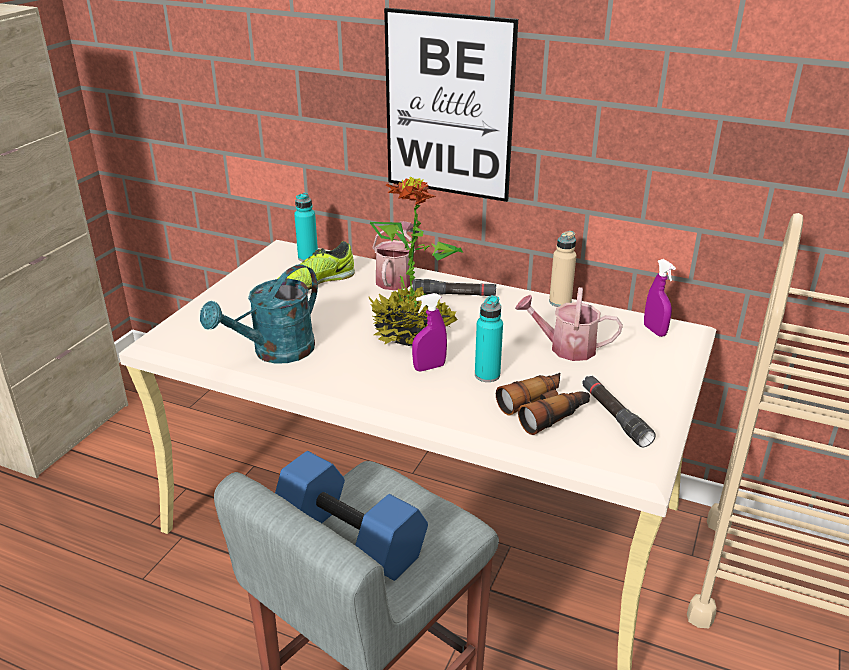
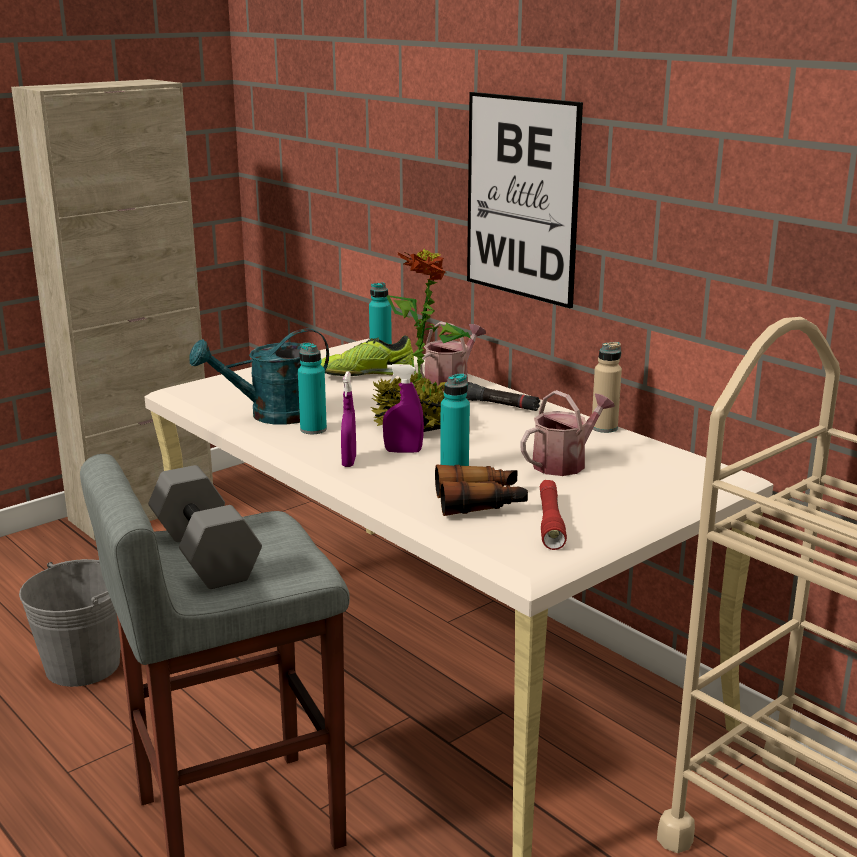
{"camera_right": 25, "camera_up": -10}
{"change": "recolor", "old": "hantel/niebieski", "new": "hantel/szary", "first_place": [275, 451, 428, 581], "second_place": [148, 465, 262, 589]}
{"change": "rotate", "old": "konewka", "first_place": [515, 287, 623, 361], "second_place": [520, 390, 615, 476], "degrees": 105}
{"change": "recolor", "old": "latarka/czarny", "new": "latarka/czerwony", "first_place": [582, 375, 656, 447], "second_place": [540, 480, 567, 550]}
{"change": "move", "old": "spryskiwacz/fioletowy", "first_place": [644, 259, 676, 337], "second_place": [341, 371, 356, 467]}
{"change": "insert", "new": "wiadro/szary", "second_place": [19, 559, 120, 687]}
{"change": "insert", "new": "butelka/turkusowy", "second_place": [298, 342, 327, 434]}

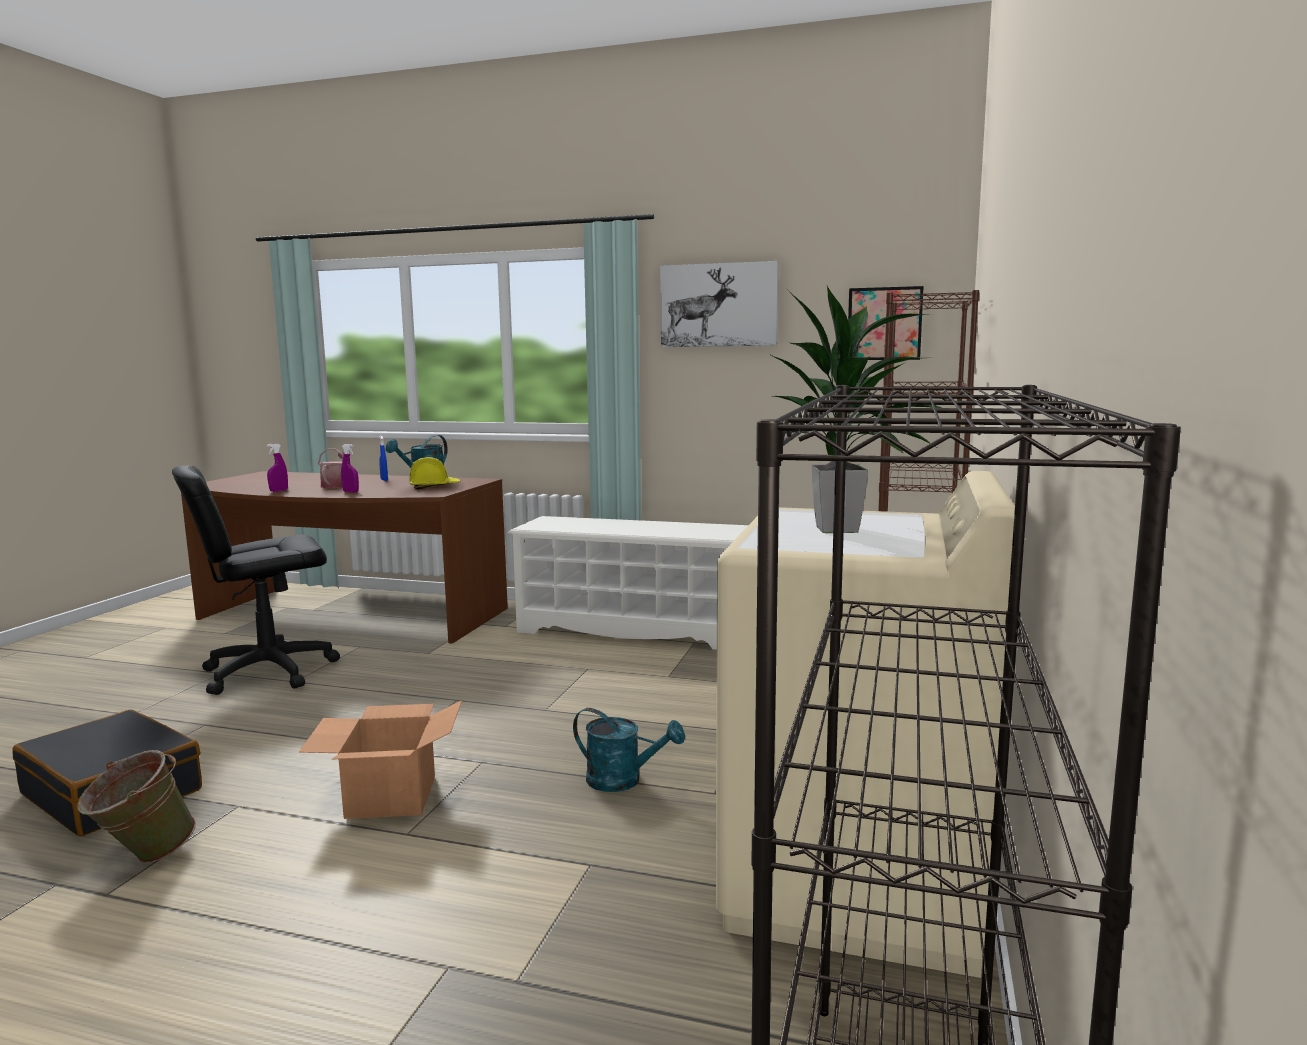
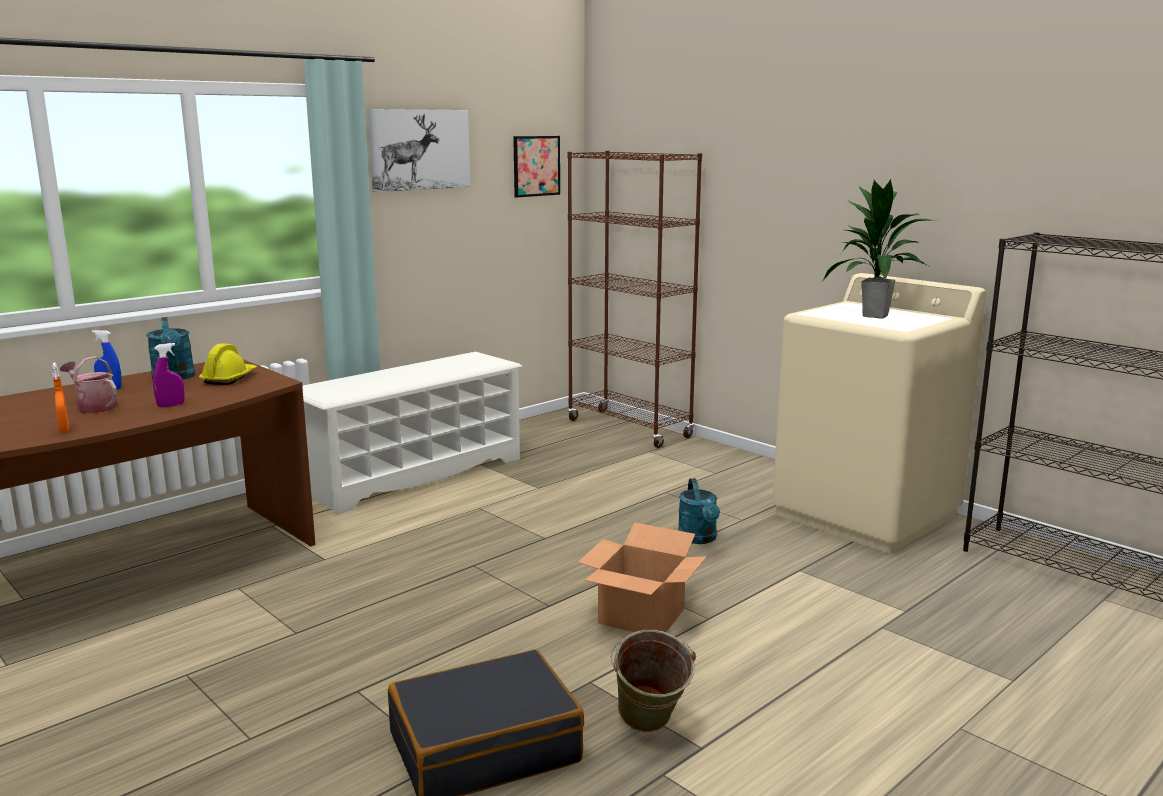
{"camera_right": -60, "camera_up": 5}
{"change": "delete", "old": "krzesło biurowe/czarny", "first_place": [172, 466, 340, 695]}
{"change": "recolor", "old": "spryskiwacz/fioletowy", "new": "spryskiwacz/pomarańczowy", "first_place": [267, 443, 288, 492], "second_place": [52, 363, 69, 433]}
{"change": "rotate", "old": "konewka/turkusowy", "first_place": [573, 708, 685, 792], "second_place": [678, 478, 720, 544], "degrees": 120}

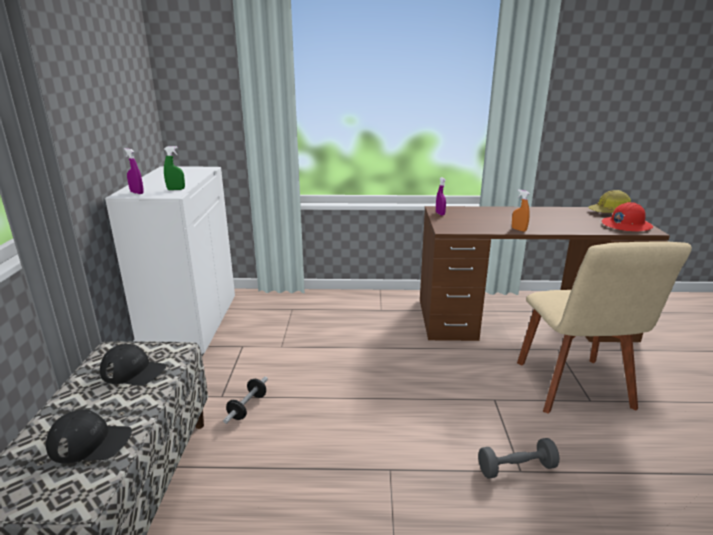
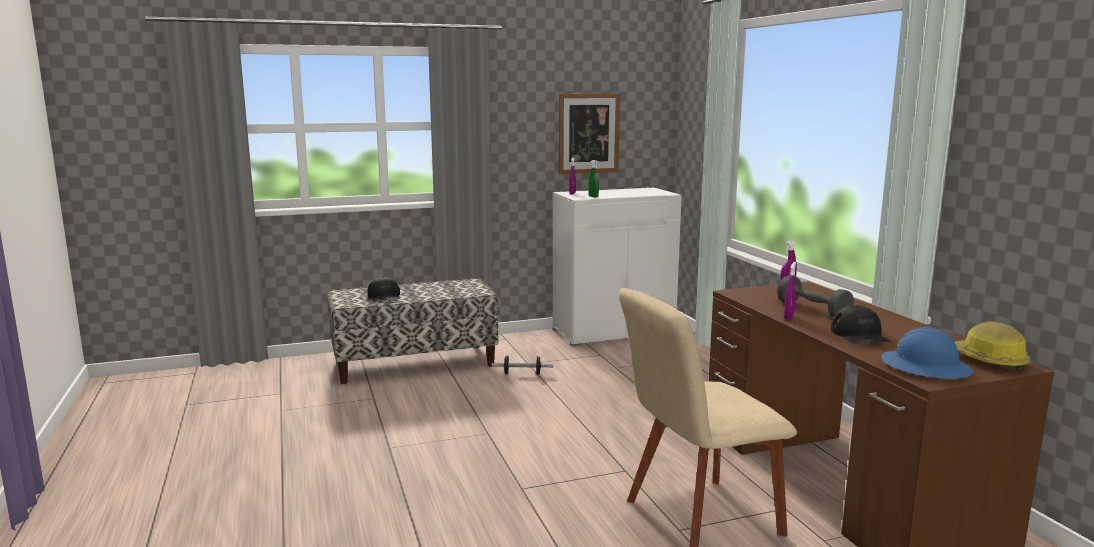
{"camera_right": 70, "camera_up": -10}
{"change": "move", "old": "czapka z daszkiem/czarny", "first_place": [100, 344, 166, 386], "second_place": [830, 305, 891, 344]}
{"change": "move", "old": "hantel/szary", "first_place": [478, 438, 559, 479], "second_place": [777, 276, 854, 319]}
{"change": "recolor", "old": "spryskiwacz/pomarańczowy", "new": "spryskiwacz/fioletowy", "first_place": [512, 189, 530, 232], "second_place": [784, 262, 796, 319]}
{"change": "recolor", "old": "kask/czerwony", "new": "kask/niebieski", "first_place": [602, 202, 653, 231], "second_place": [881, 327, 973, 379]}
{"change": "insert", "new": "obraz", "second_place": [559, 93, 620, 174]}

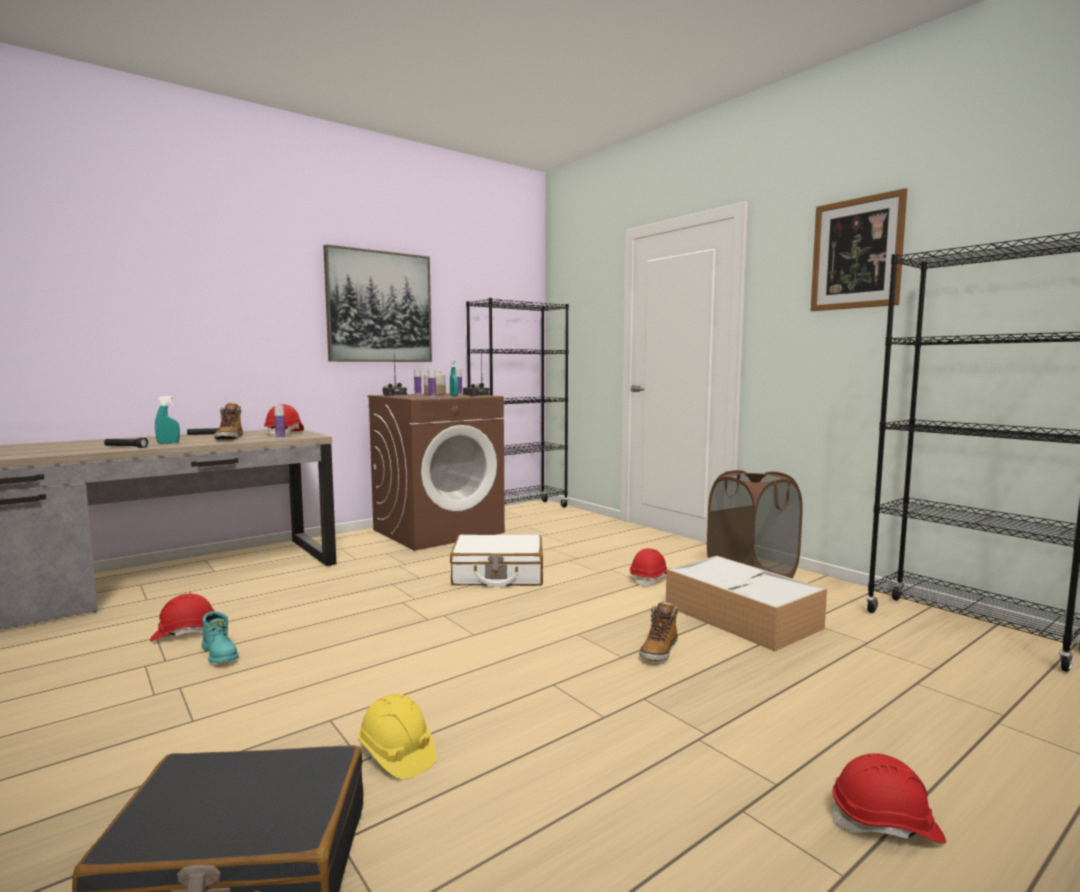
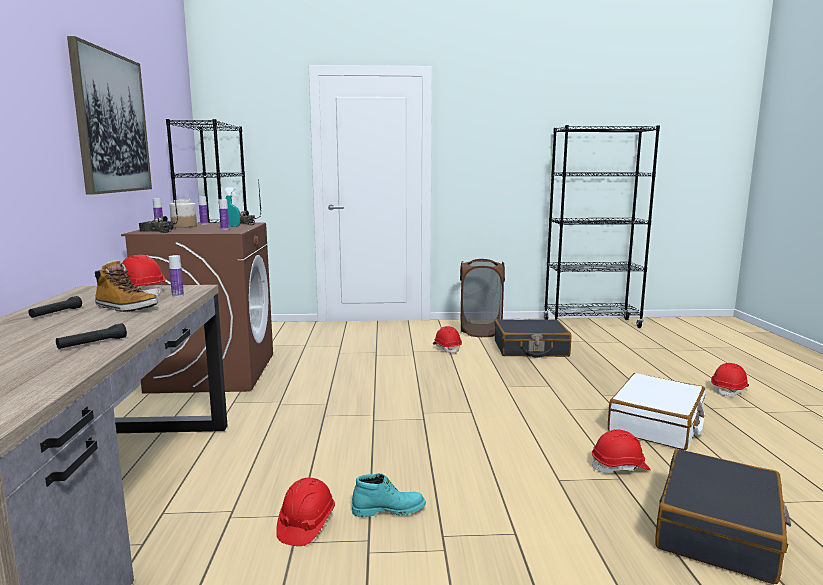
{"camera_right": -55, "camera_up": 5}
{"change": "delete", "old": "spryskiwacz/turkusowy", "first_place": [155, 396, 180, 444]}
{"change": "recolor", "old": "kask/żółty", "new": "kask/czerwony", "first_place": [358, 694, 436, 779], "second_place": [592, 429, 651, 473]}
{"change": "move", "old": "walizka/biały", "first_place": [450, 535, 543, 587], "second_place": [608, 373, 705, 450]}
{"change": "delete", "old": "but z cholewką", "first_place": [639, 601, 678, 661]}
{"change": "replace", "old": "pojemnik do przechowywania", "new": "walizka/czarny", "first_place": [666, 556, 827, 651], "second_place": [495, 319, 572, 358]}
{"change": "delete", "old": "obraz", "first_place": [810, 188, 907, 311]}

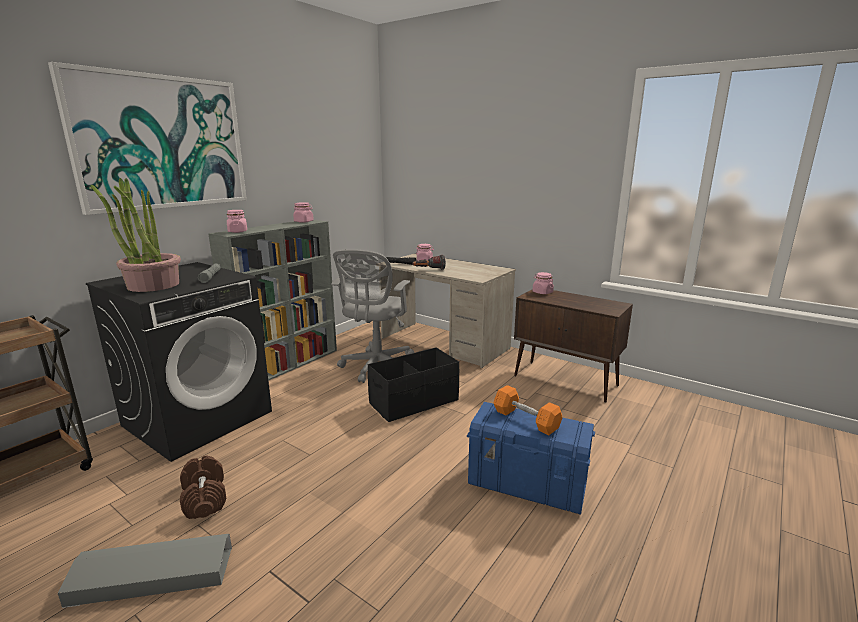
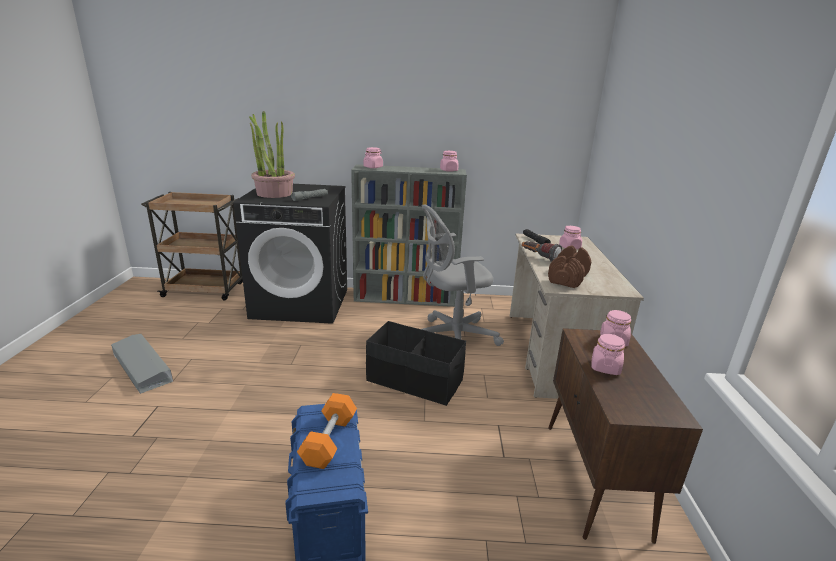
{"camera_right": 55, "camera_up": 5}
{"change": "delete", "old": "obraz", "first_place": [48, 62, 247, 215]}
{"change": "move", "old": "hantel/brązowy", "first_place": [180, 455, 226, 519], "second_place": [548, 245, 591, 288]}
{"change": "insert", "new": "słoik/różowy", "second_place": [592, 334, 625, 375]}

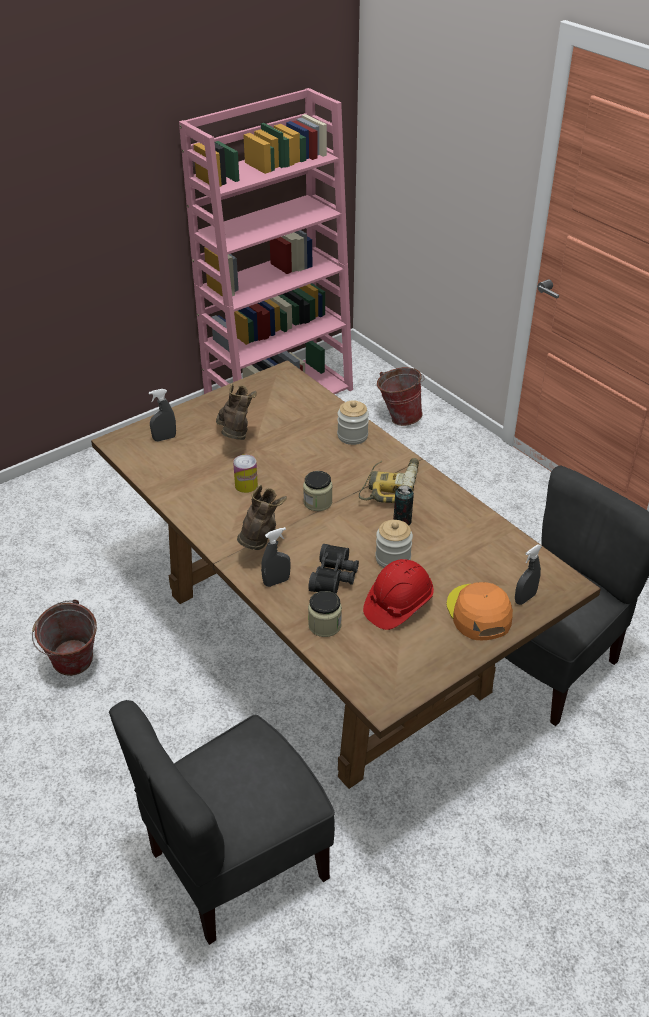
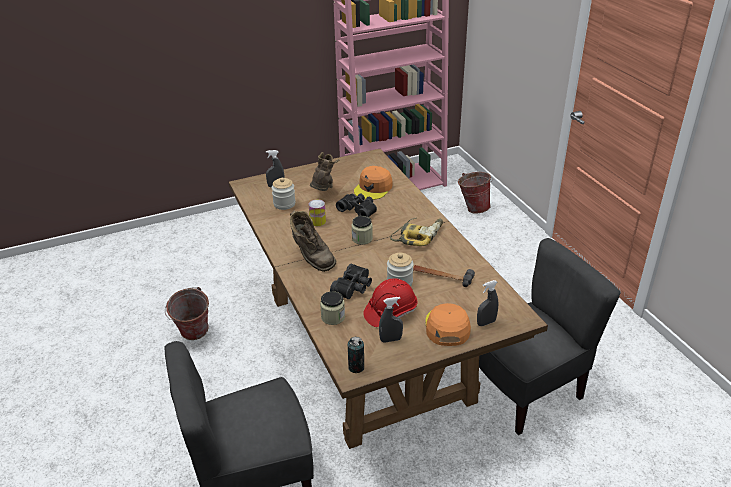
{"camera_right": 15, "camera_up": -5}
{"change": "rotate", "old": "but z cholewką/brązowy", "first_place": [237, 485, 287, 550], "second_place": [290, 210, 336, 272], "degrees": 120}
{"change": "move", "old": "spryskiwacz/szary", "first_place": [261, 527, 291, 587], "second_place": [379, 297, 403, 343]}
{"change": "move", "old": "słoik", "first_place": [337, 400, 369, 445], "second_place": [272, 178, 296, 210]}
{"change": "move", "old": "puszka", "first_place": [393, 485, 414, 525], "second_place": [348, 337, 364, 373]}
{"change": "insert", "new": "lornetka/czarny", "second_place": [336, 194, 377, 217]}
{"change": "insert", "new": "czapka z daszkiem/pomarańczowy", "second_place": [354, 166, 393, 200]}
{"change": "insert", "new": "młotek", "second_place": [413, 265, 475, 287]}

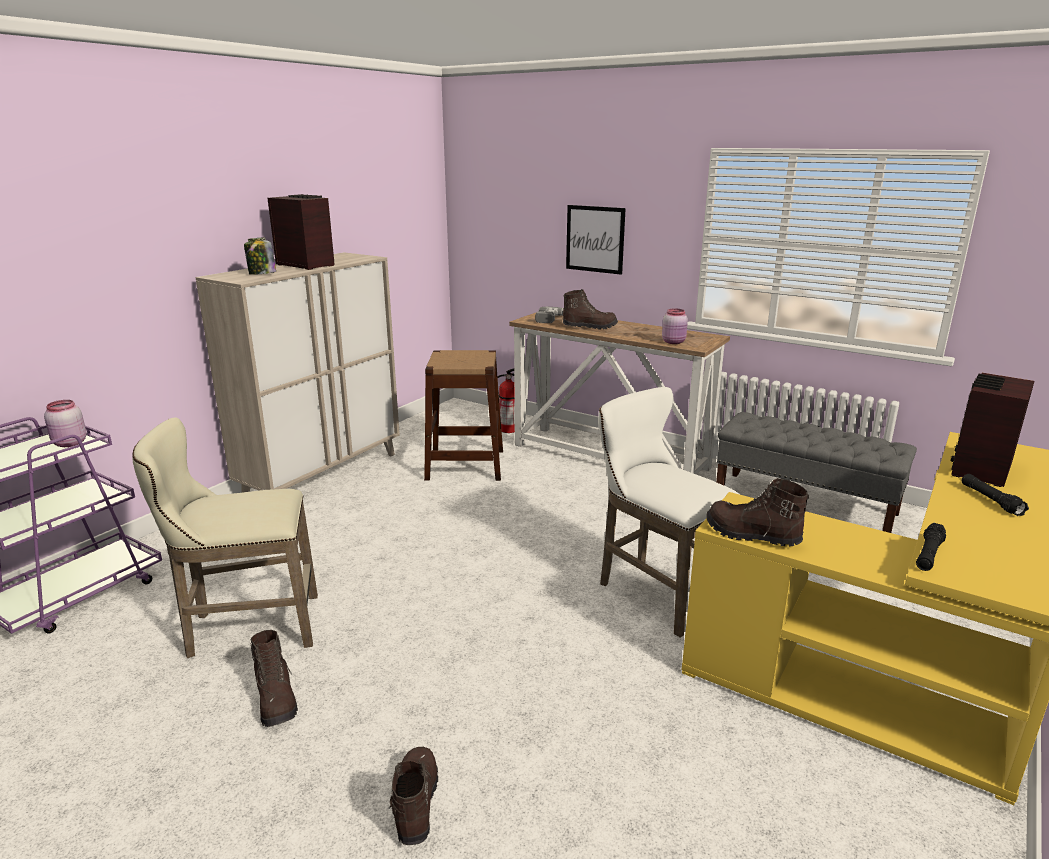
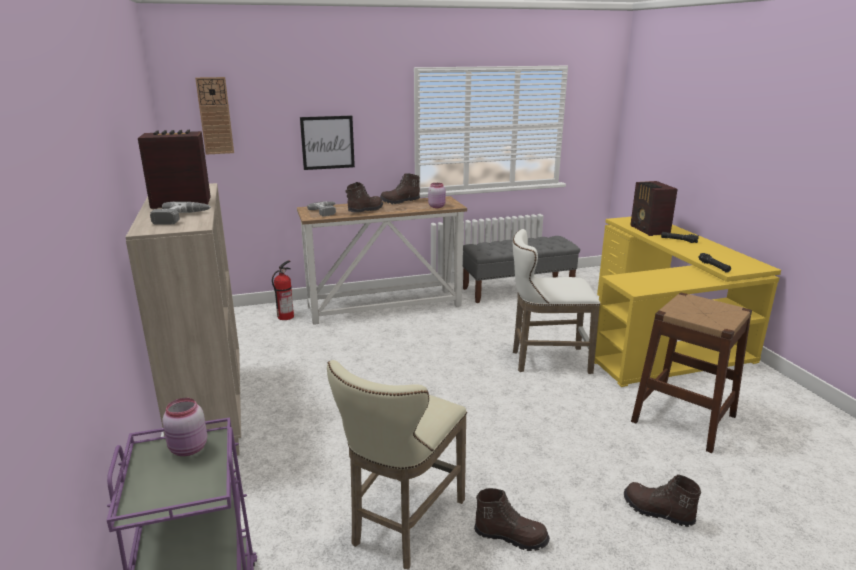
{"camera_right": -50, "camera_up": 0}
{"change": "replace", "old": "słoik", "new": "wiertarka", "first_place": [244, 237, 276, 275], "second_place": [150, 202, 211, 225]}
{"change": "move", "old": "stołek/brązowy", "first_place": [424, 350, 503, 481], "second_place": [631, 292, 752, 453]}
{"change": "move", "old": "but z cholewką/brązowy", "first_place": [706, 478, 809, 546], "second_place": [380, 173, 420, 204]}
{"change": "insert", "new": "zegar ścienny", "second_place": [195, 77, 234, 155]}

